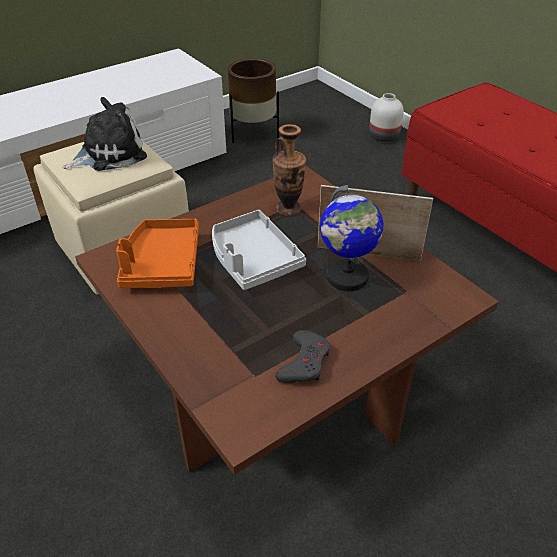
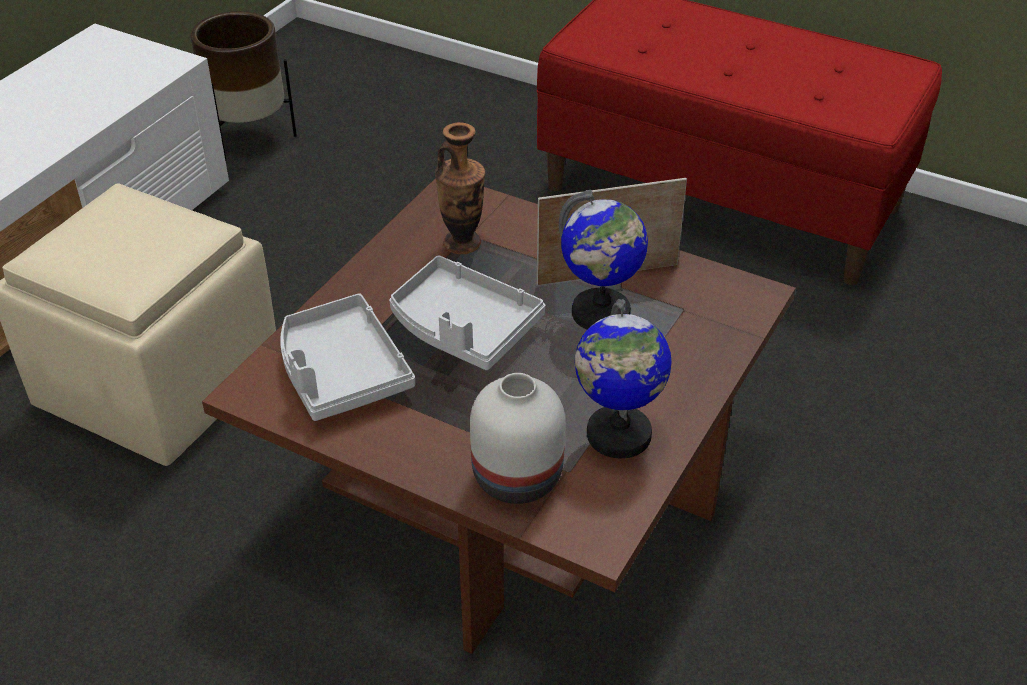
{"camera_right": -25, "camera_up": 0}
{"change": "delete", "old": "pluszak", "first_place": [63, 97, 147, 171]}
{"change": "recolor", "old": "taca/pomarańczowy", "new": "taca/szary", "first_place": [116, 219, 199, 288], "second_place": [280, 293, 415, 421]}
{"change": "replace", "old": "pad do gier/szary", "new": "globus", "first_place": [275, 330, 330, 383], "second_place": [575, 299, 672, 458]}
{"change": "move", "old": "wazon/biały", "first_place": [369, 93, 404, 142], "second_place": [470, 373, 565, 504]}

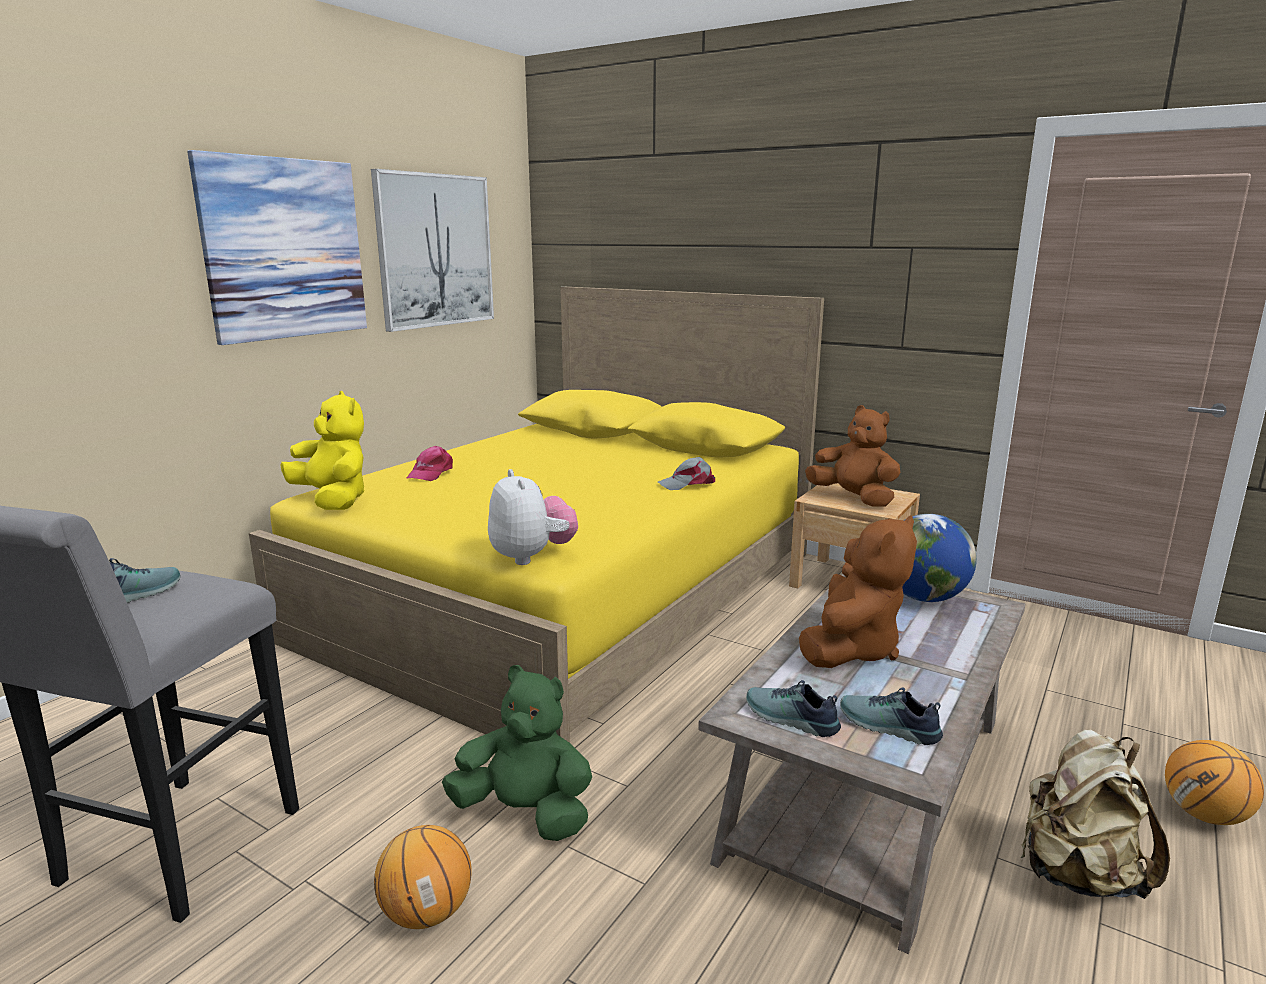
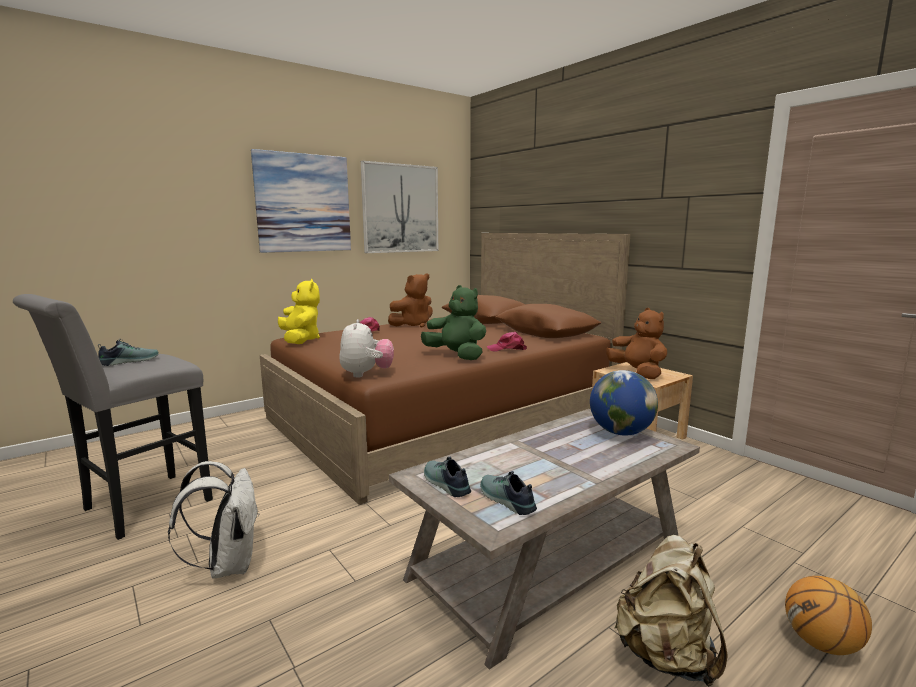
{"camera_right": 20, "camera_up": -5}
{"change": "recolor", "old": "łóżko/żółty", "new": "łóżko/brązowy", "first_place": [249, 287, 824, 743], "second_place": [260, 233, 630, 505]}
{"change": "replace", "old": "piłka do koszykówki", "new": "plecak/biały", "first_place": [374, 825, 472, 929], "second_place": [168, 461, 258, 579]}
{"change": "move", "old": "pluszak/zielony", "first_place": [442, 665, 592, 841], "second_place": [421, 285, 486, 360]}
{"change": "recolor", "old": "czapka z daszkiem/szary", "new": "czapka z daszkiem/różowy", "first_place": [658, 457, 715, 490], "second_place": [487, 332, 527, 352]}
{"change": "move", "old": "pluszak/brązowy", "first_place": [799, 515, 917, 668], "second_place": [388, 273, 433, 328]}

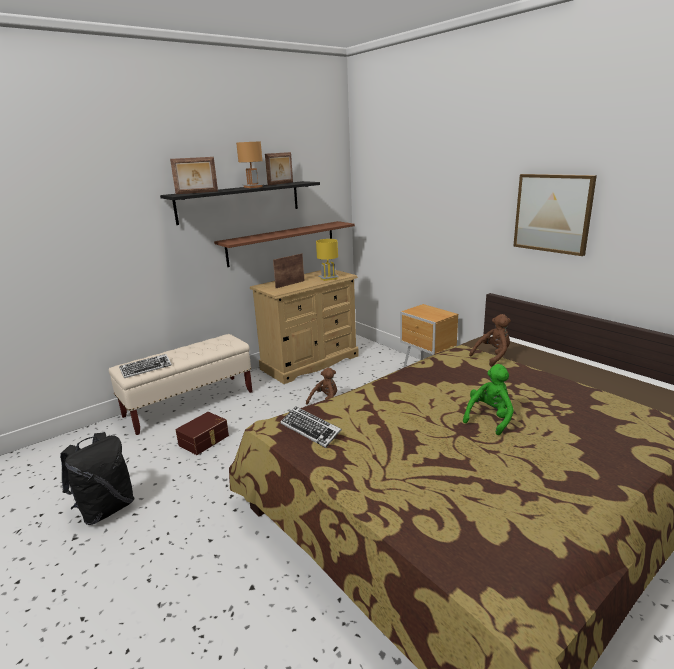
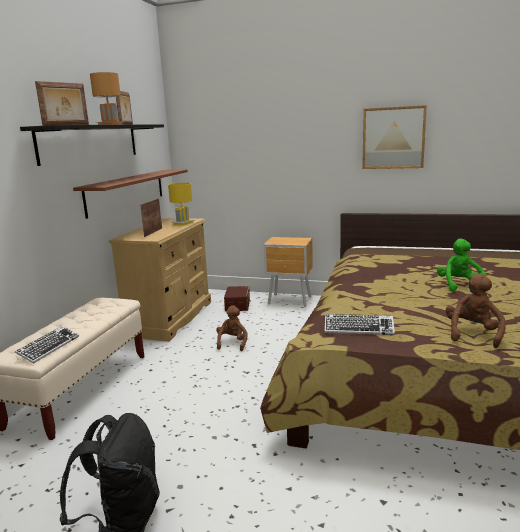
{"camera_right": -35, "camera_up": -5}
{"change": "move", "old": "pojemnik do przechowywania/brązowy", "first_place": [176, 412, 229, 455], "second_place": [224, 286, 251, 311]}
{"change": "move", "old": "pluszak/brązowy", "first_place": [469, 314, 511, 366], "second_place": [446, 273, 506, 348]}

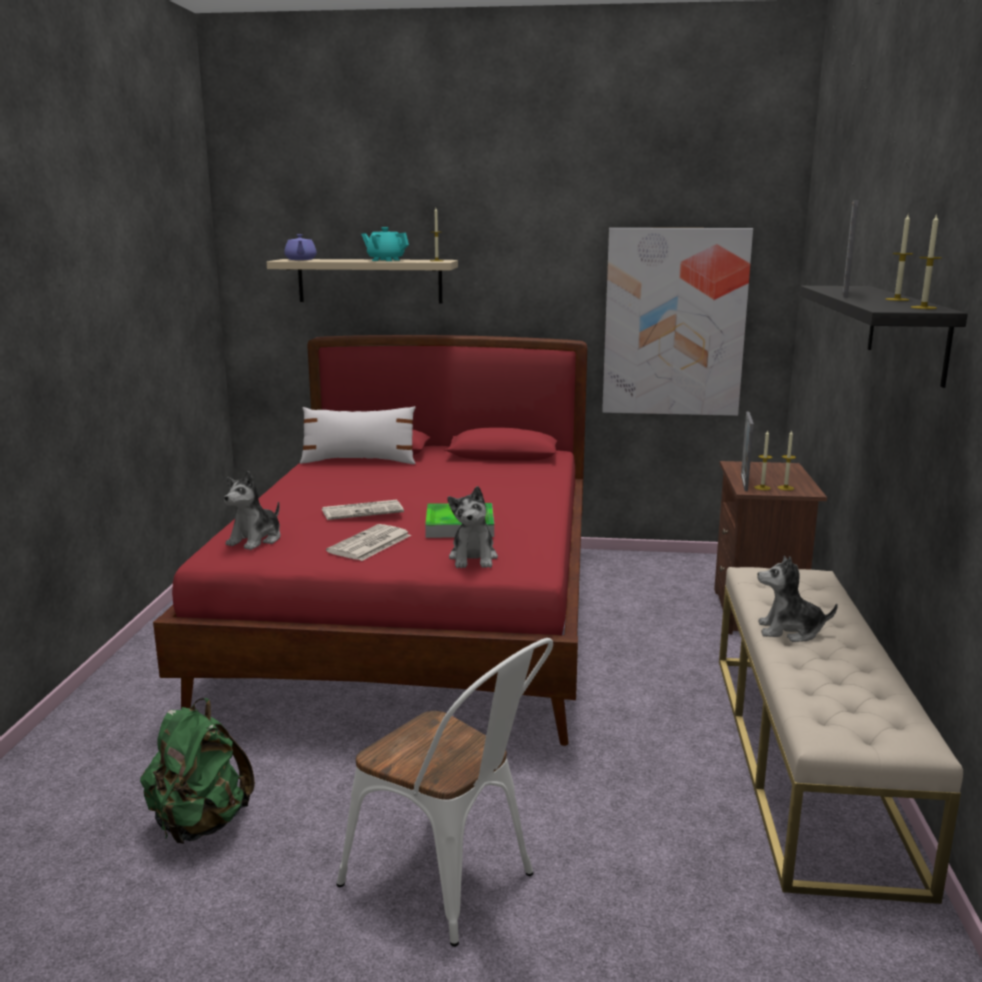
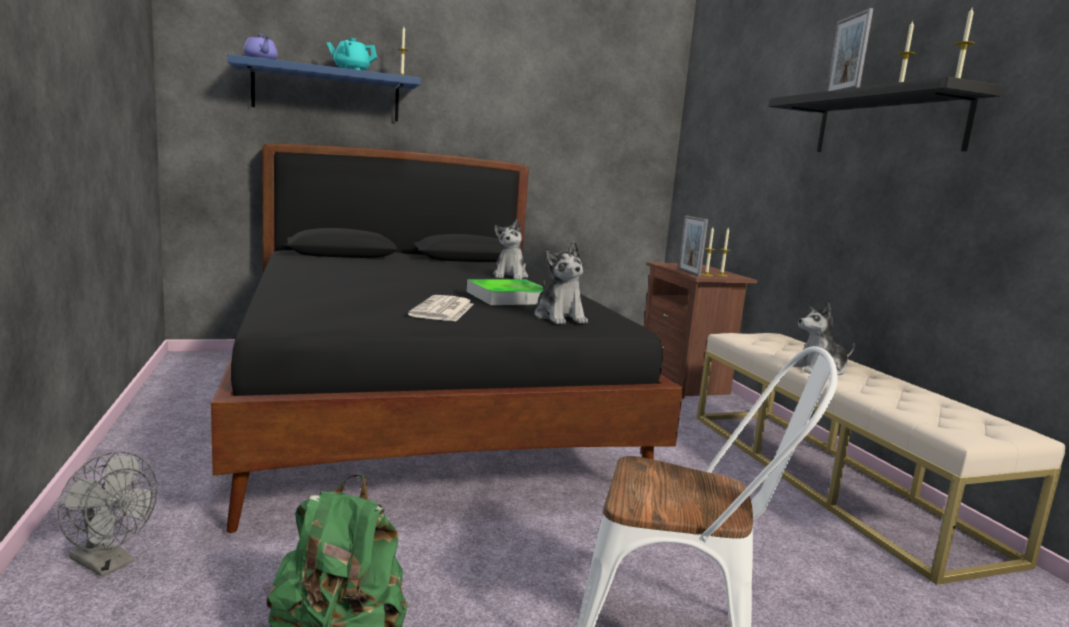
{"camera_right": -25, "camera_up": -5}
{"change": "recolor", "old": "łóżko/czerwony", "new": "łóżko/czarny", "first_place": [153, 335, 587, 746], "second_place": [211, 143, 683, 533]}
{"change": "move", "old": "pluszak", "first_place": [224, 471, 280, 550], "second_place": [492, 220, 528, 279]}
{"change": "recolor", "old": "półka/beżowy", "new": "półka/niebieski", "first_place": [267, 259, 458, 304], "second_place": [228, 54, 421, 122]}
{"change": "delete", "old": "poduszka/biały", "first_place": [300, 406, 416, 464]}
{"change": "delete", "old": "gazeta", "first_place": [322, 500, 404, 520]}
{"change": "delete", "old": "obraz", "first_place": [602, 228, 753, 416]}
{"change": "insert", "new": "wentylator/szary", "second_place": [58, 451, 158, 577]}

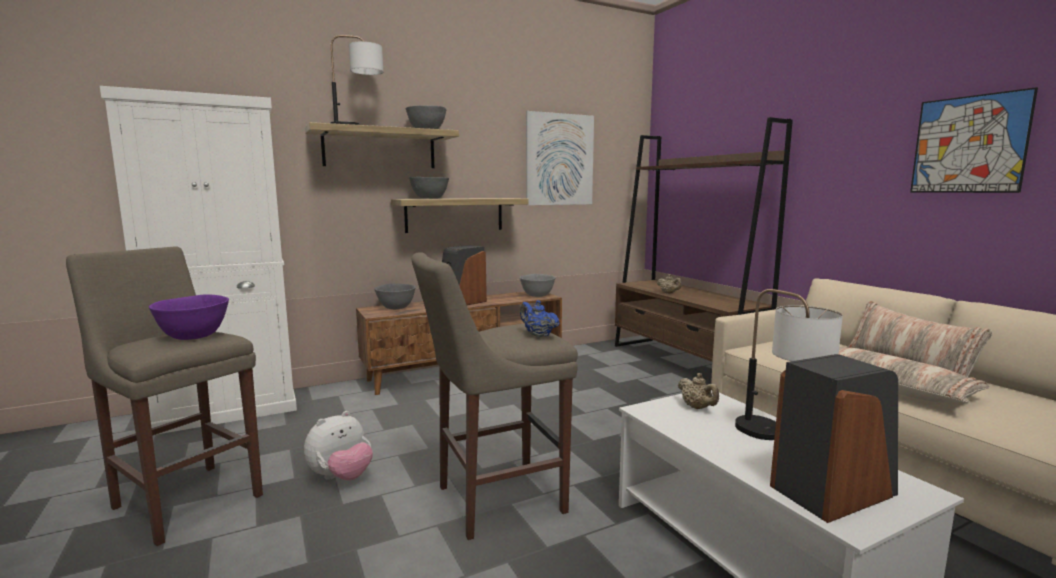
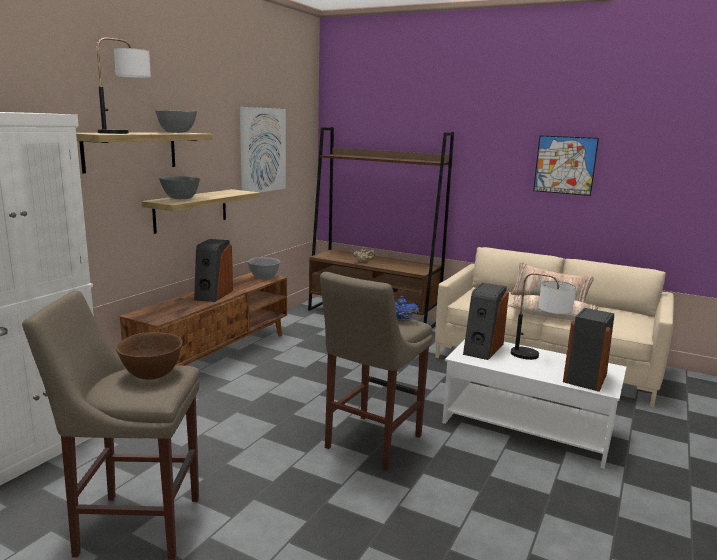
{"camera_right": -35, "camera_up": 5}
{"change": "recolor", "old": "miska/fioletowy", "new": "miska/brązowy", "first_place": [149, 294, 229, 340], "second_place": [116, 332, 183, 380]}
{"change": "delete", "old": "pluszak", "first_place": [304, 411, 373, 481]}
{"change": "delete", "old": "miska/szary", "first_place": [374, 284, 416, 309]}
{"change": "replace", "old": "imbryk/beżowy", "new": "głośnik", "first_place": [678, 373, 719, 409], "second_place": [463, 283, 509, 360]}

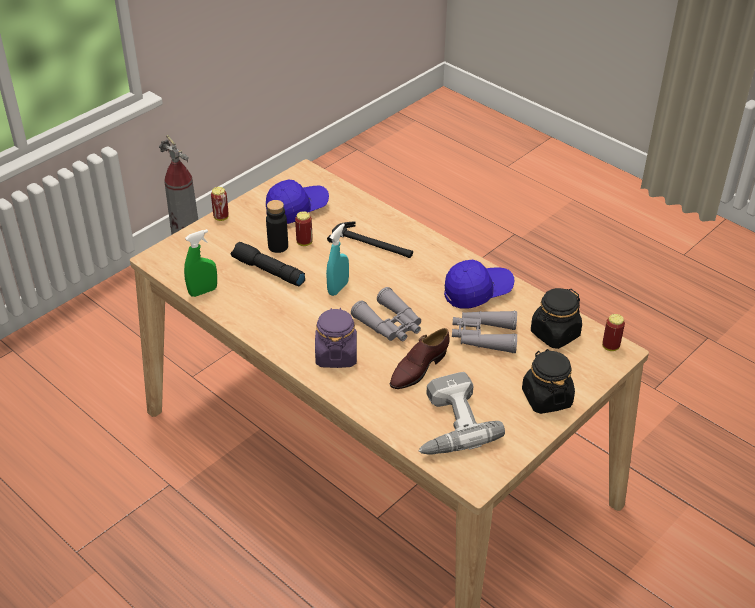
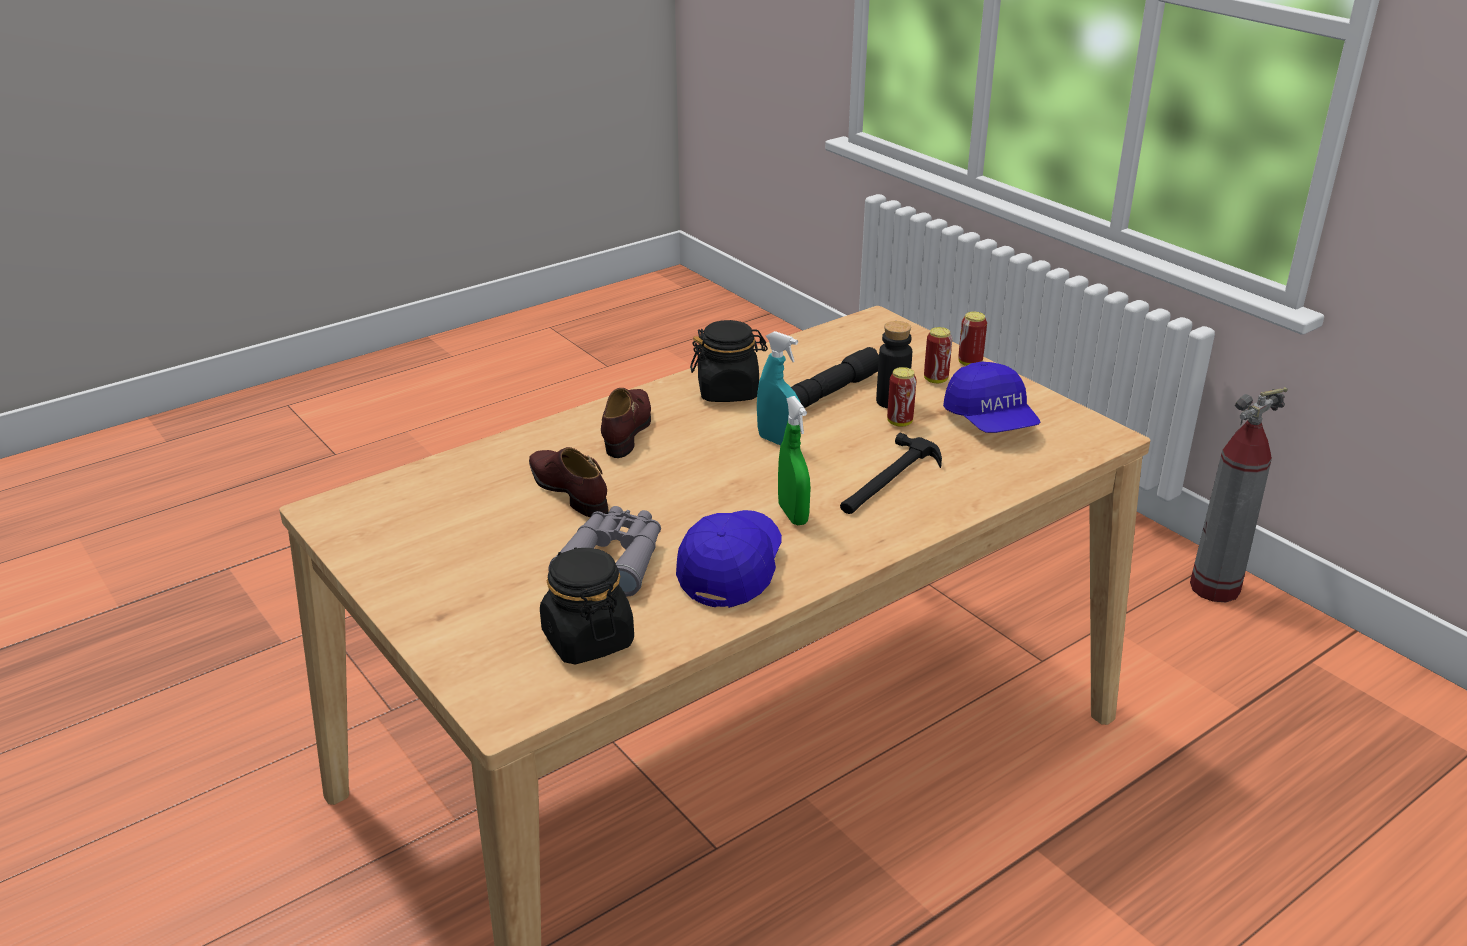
{"camera_right": 100, "camera_up": -10}
{"change": "move", "old": "spryskiwacz/zielony", "first_place": [184, 229, 217, 297], "second_place": [778, 396, 811, 525]}
{"change": "replace", "old": "słoik/fioletowy", "new": "but/brązowy", "first_place": [315, 308, 357, 368], "second_place": [601, 388, 651, 458]}
{"change": "delete", "old": "lornetka/szary", "first_place": [351, 287, 421, 341]}
{"change": "delete", "old": "wiertarka", "first_place": [418, 372, 505, 455]}
{"change": "rotate", "old": "czapka z daszkiem/niebieski", "first_place": [444, 259, 515, 309], "second_place": [676, 510, 782, 608], "degrees": -150}
{"change": "move", "old": "słoik/czarny", "first_place": [522, 349, 575, 414], "second_place": [690, 320, 768, 402]}
{"change": "move", "old": "puszka", "first_place": [602, 314, 625, 351], "second_place": [924, 327, 952, 383]}

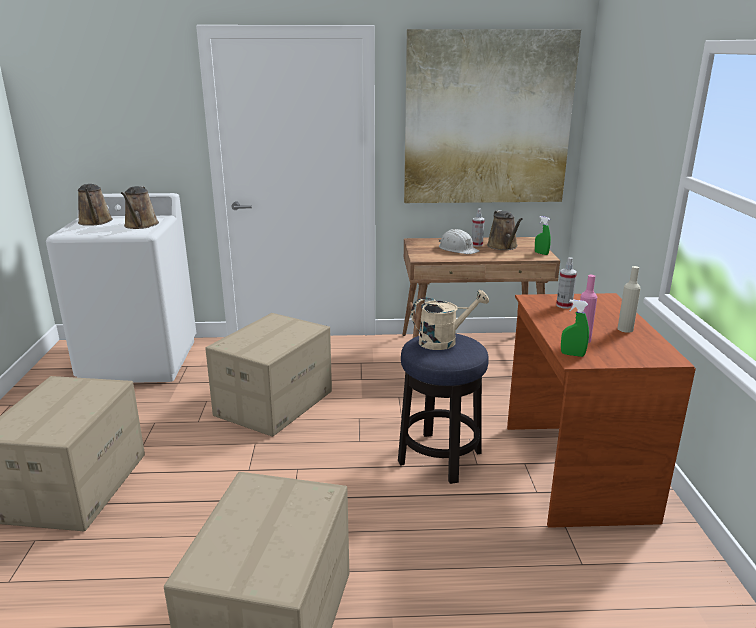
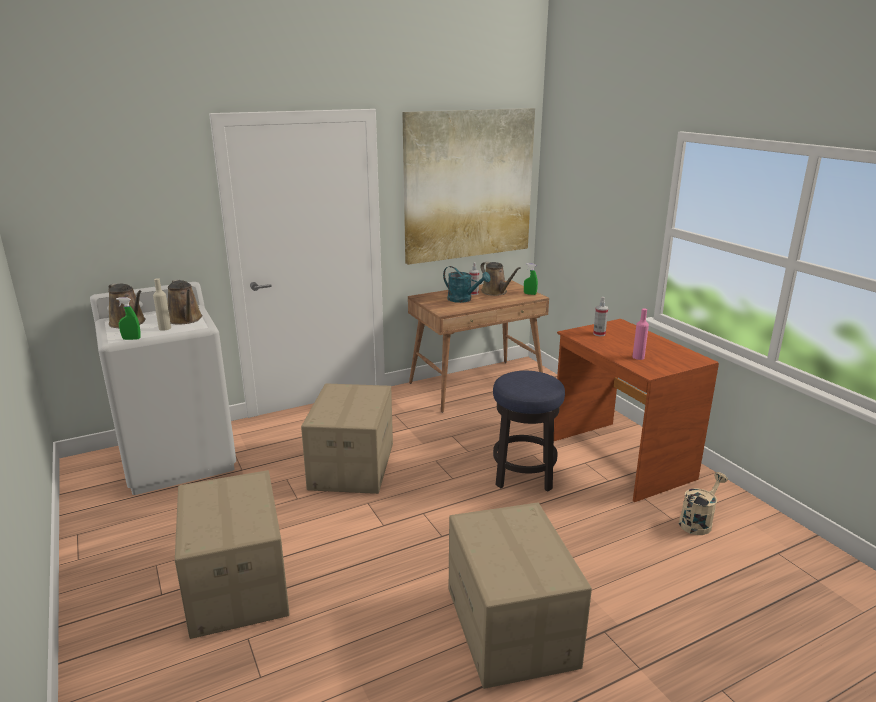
{"camera_right": -25, "camera_up": 0}
{"change": "move", "old": "konewka/beżowy", "first_place": [411, 290, 489, 350], "second_place": [679, 472, 728, 535]}
{"change": "replace", "old": "kask/biały", "new": "konewka/turkusowy", "first_place": [439, 229, 479, 254], "second_place": [443, 266, 491, 303]}
{"change": "move", "old": "spryskiwacz/zielony", "first_place": [561, 300, 589, 357], "second_place": [116, 298, 141, 340]}
{"change": "move", "old": "butelka/beżowy", "first_place": [617, 266, 641, 333], "second_place": [153, 278, 171, 331]}

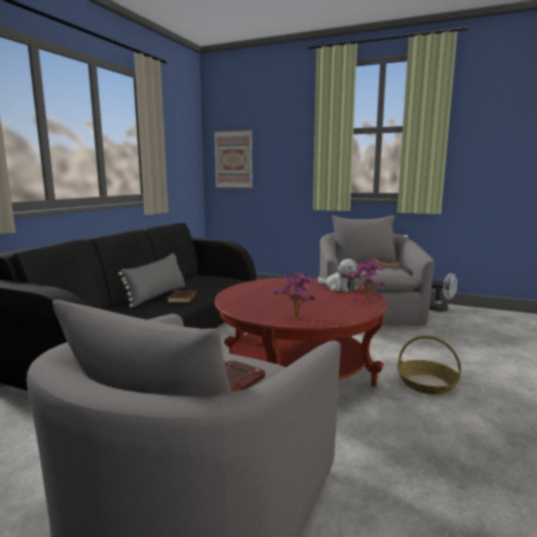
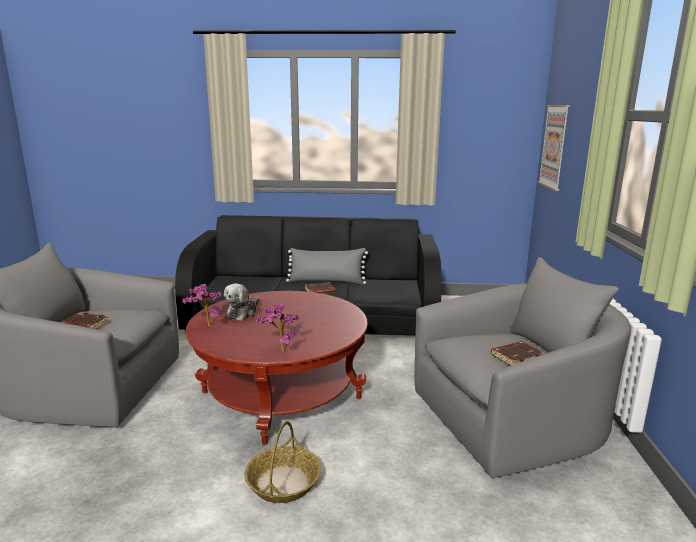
{"camera_right": 70, "camera_up": 5}
{"change": "move", "old": "pluszak", "first_place": [318, 259, 358, 292], "second_place": [224, 283, 259, 321]}
{"change": "delete", "old": "wentylator/biały", "first_place": [429, 273, 457, 312]}

